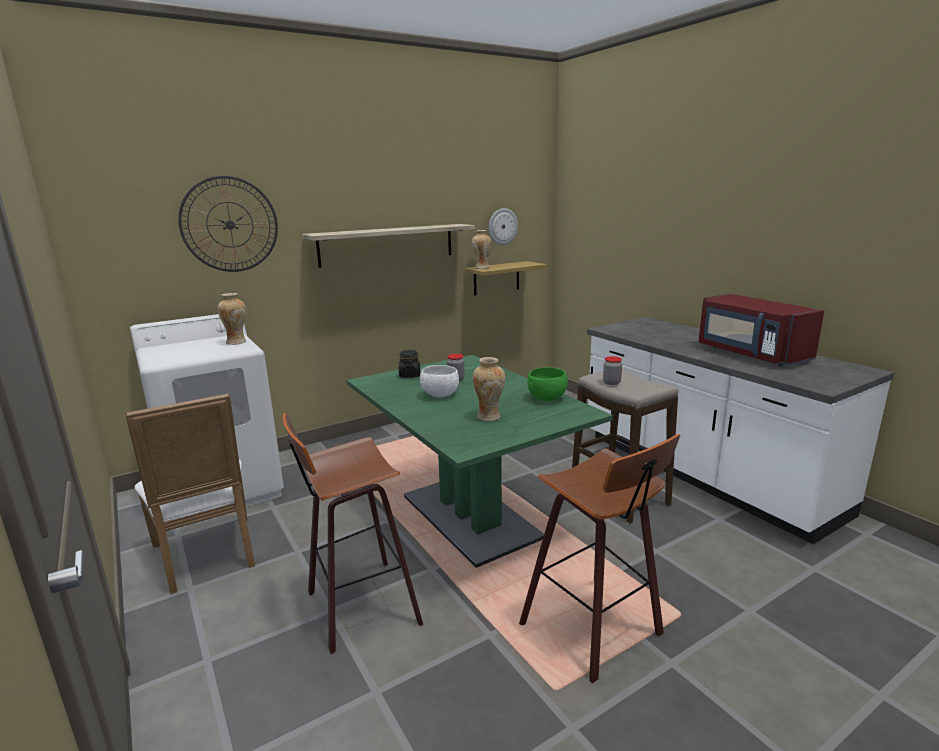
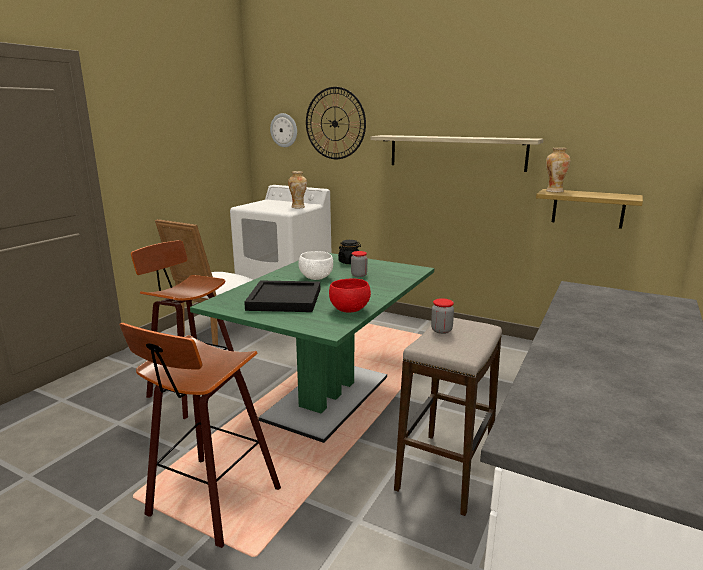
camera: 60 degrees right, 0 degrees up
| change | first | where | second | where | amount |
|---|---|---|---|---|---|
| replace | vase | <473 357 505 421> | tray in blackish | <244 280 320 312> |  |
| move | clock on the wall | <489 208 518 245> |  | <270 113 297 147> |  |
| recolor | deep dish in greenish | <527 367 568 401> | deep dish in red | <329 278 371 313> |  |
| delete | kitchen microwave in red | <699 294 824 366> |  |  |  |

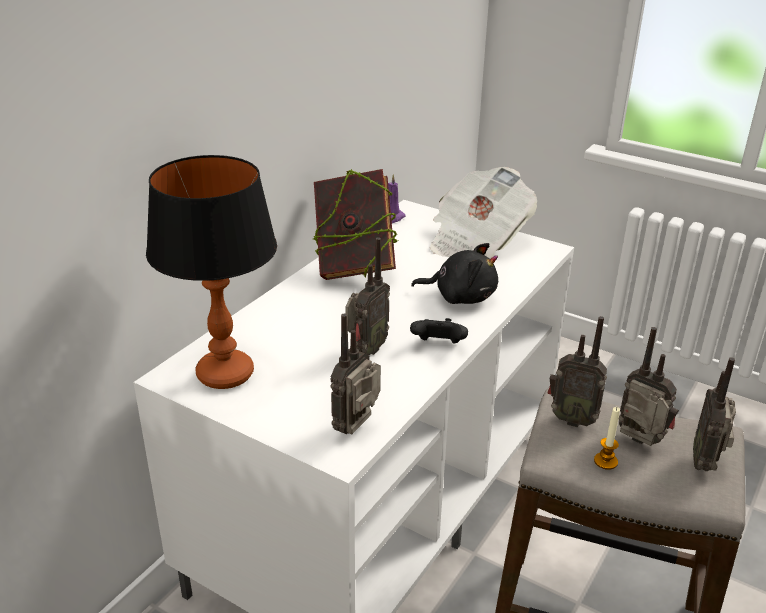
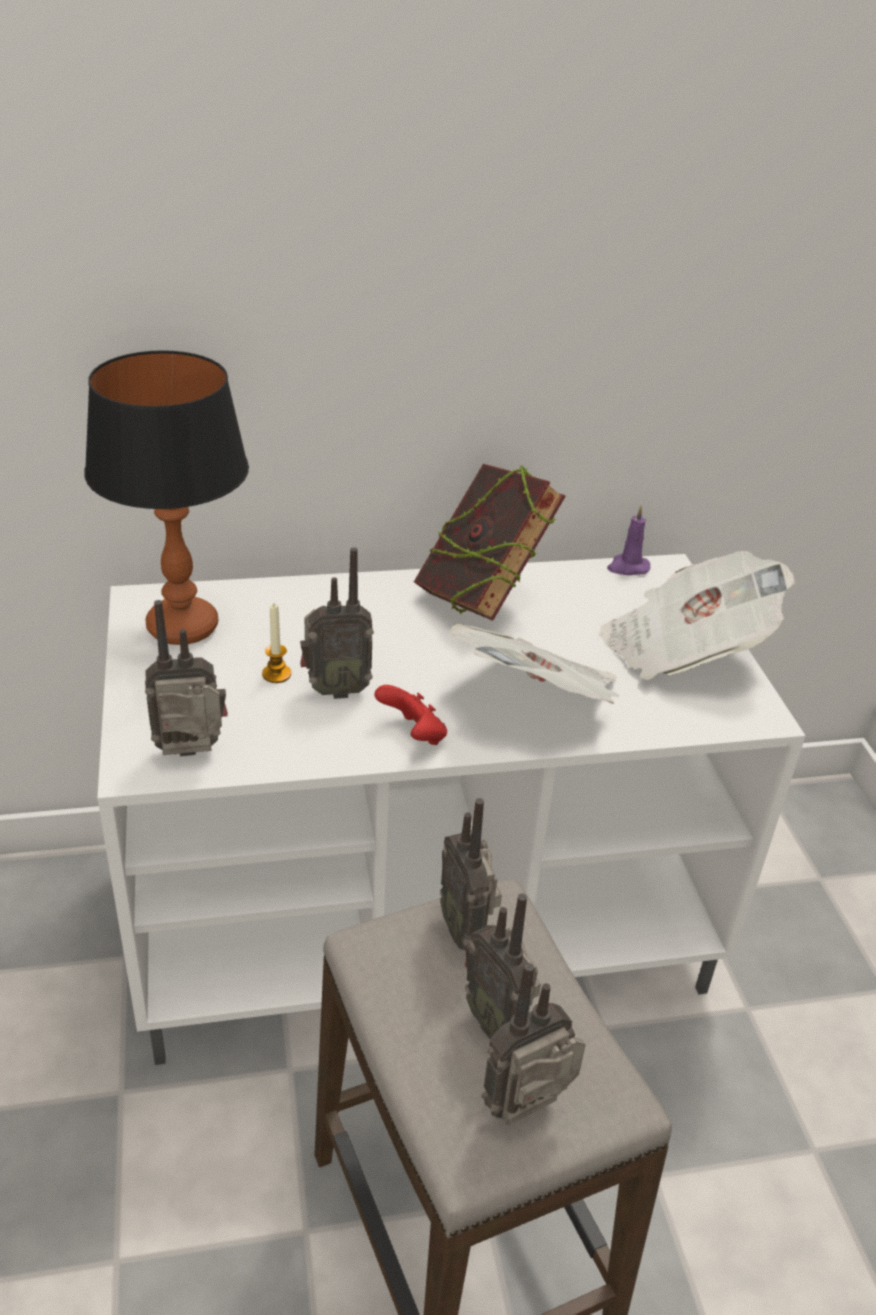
camera: 45 degrees right, 5 degrees up
| change | first | where | second | where | amount |
|---|---|---|---|---|---|
| move | wax light | <594 407 620 470> |  | <262 604 291 683> |  |
| recolor | joypad in blackish | <410 318 468 343> | joypad in red | <375 685 447 745> |  |
| replace | cuddly toy in blackish | <411 243 498 304> | newspaper | <450 624 620 704> |  |
| rotate | radio | <618 327 679 446> |  | <465 893 541 1040> | 150 degrees clockwise |

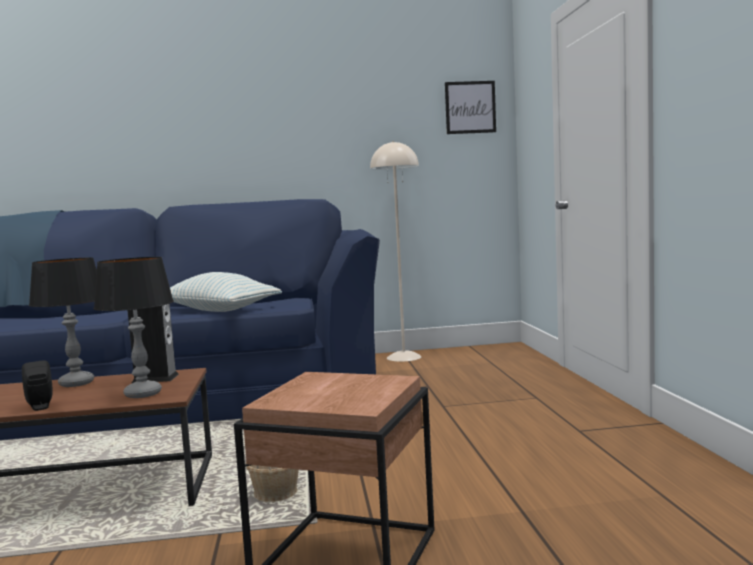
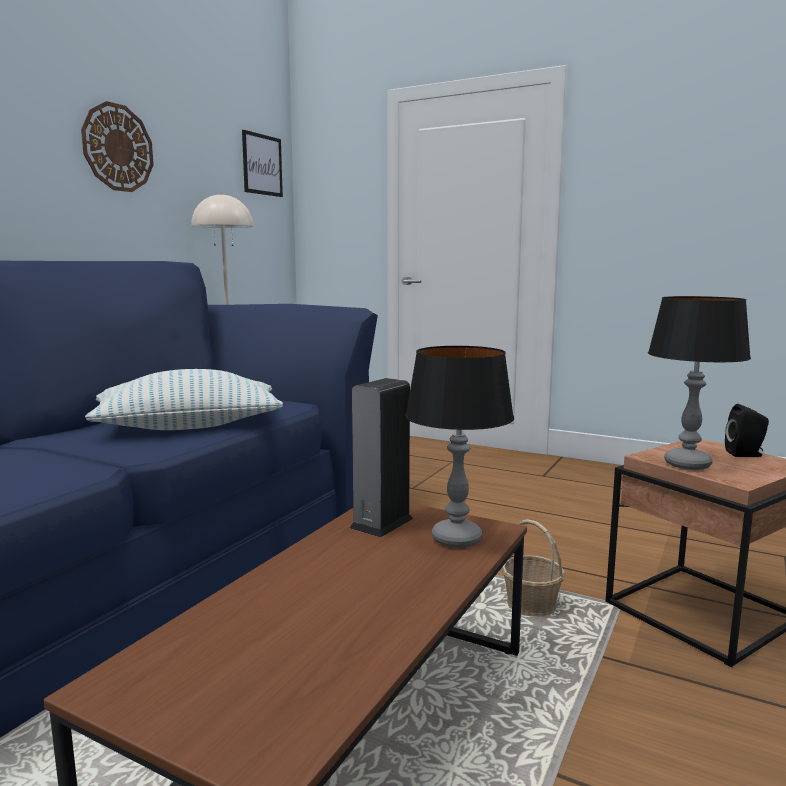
camera: 55 degrees left, 5 degrees up
| change | first | where | second | where | amount |
|---|---|---|---|---|---|
| insert |  |  | clock on the wall | <81 101 154 192> |  |
| move | lamp for a table | <29 258 97 387> |  | <648 296 751 470> |  |
| move | audio speaker in blackish | <22 360 53 411> |  | <725 404 769 457> |  |

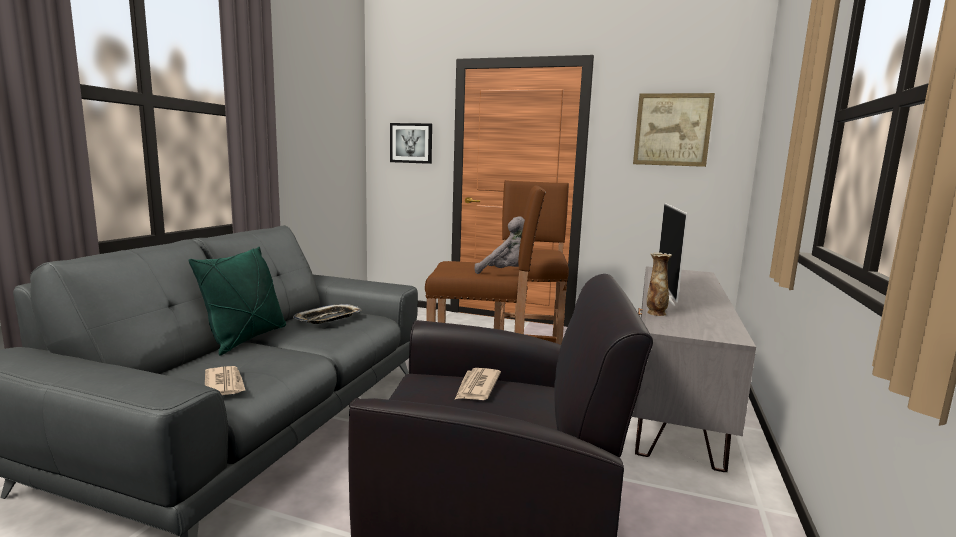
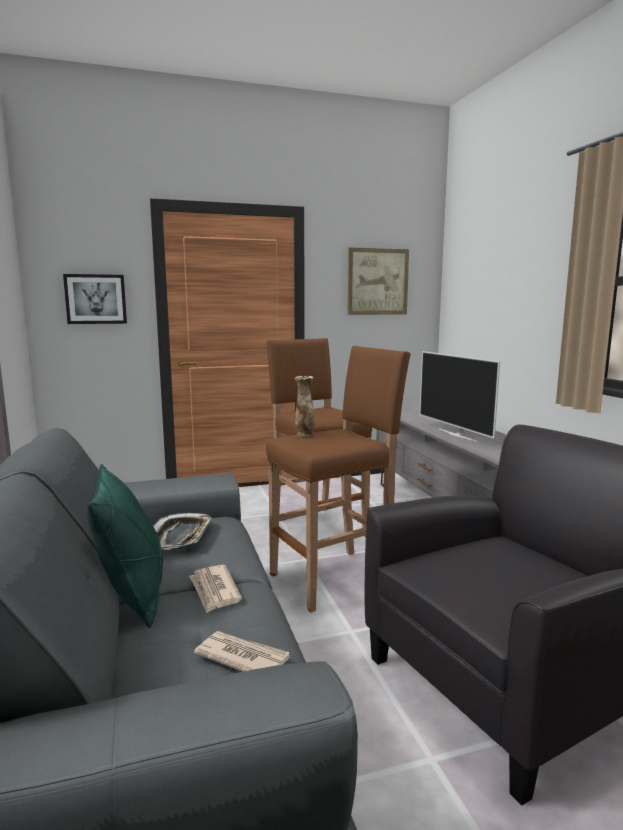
camera: 35 degrees left, 0 degrees up
| change | first | where | second | where | amount |
|---|---|---|---|---|---|
| move | newspaper | <455 368 501 400> |  | <189 565 242 613> |  |
| move | vase | <647 252 672 316> |  | <294 376 315 437> |  |
| delete | cuddly toy in grey | <475 216 525 274> |  |  |  |

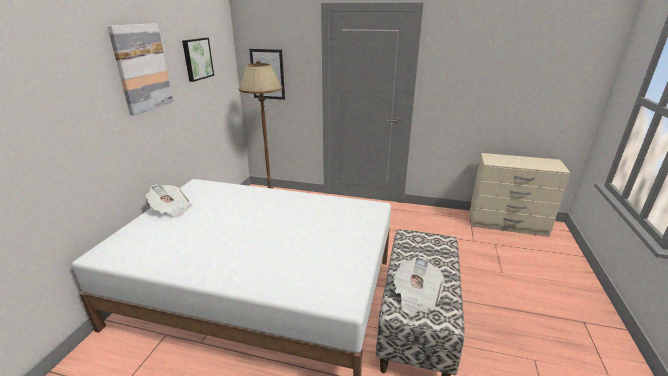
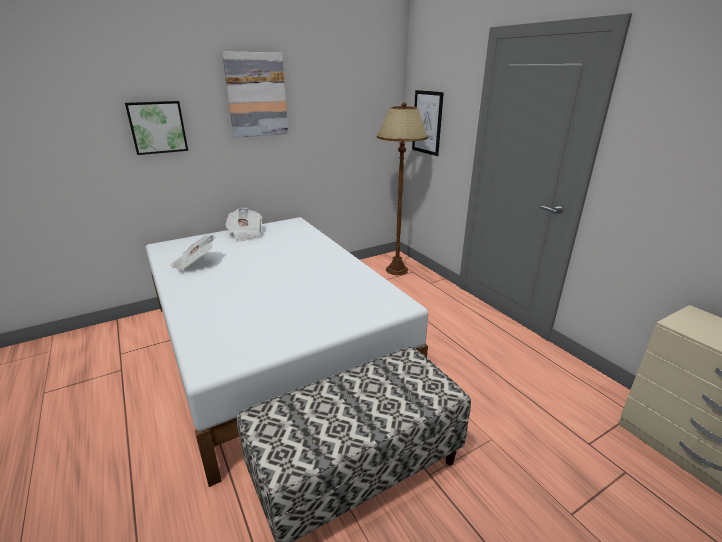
camera: 45 degrees right, 0 degrees up
| change | first | where | second | where | amount |
|---|---|---|---|---|---|
| move | wall art | <182 38 214 82> |  | <125 101 188 155> |  |
| move | newspaper | <393 257 445 313> |  | <170 235 215 271> |  |

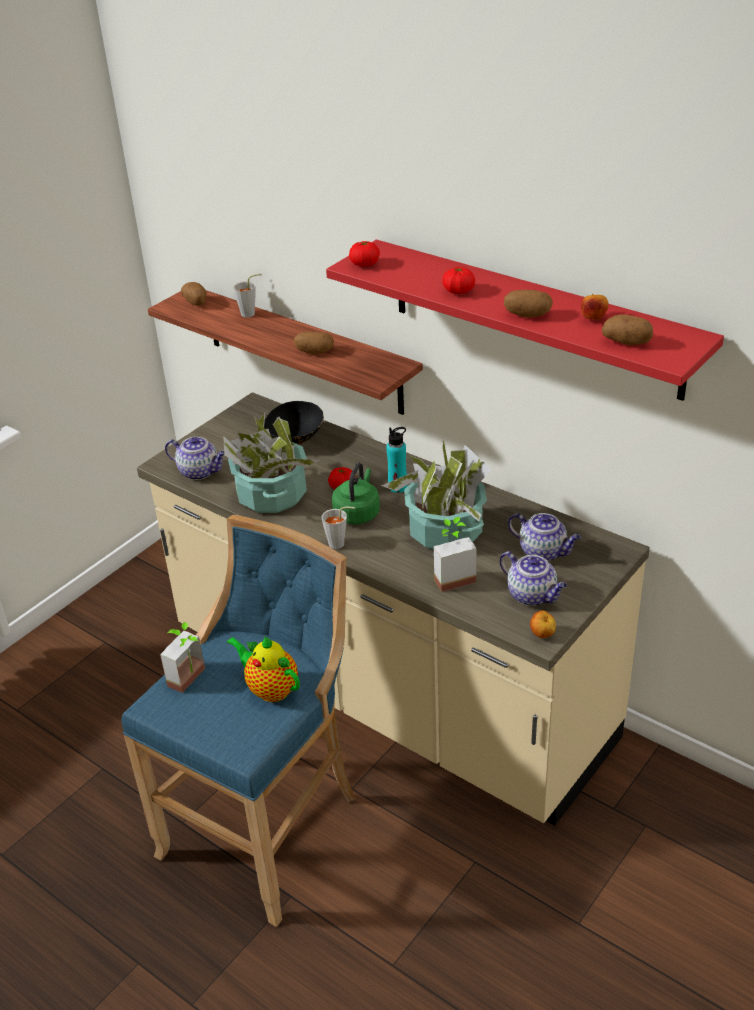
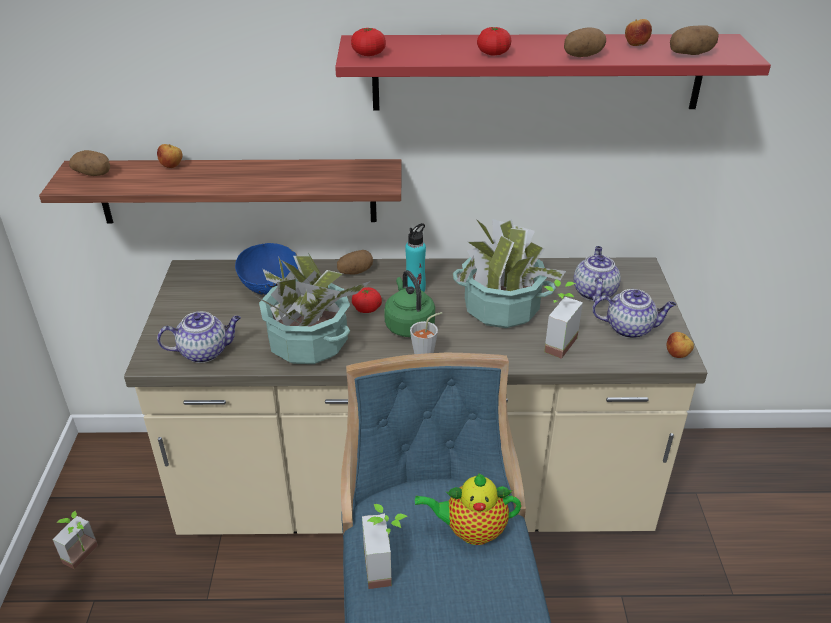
camera: 40 degrees left, 0 degrees up
| change | first | where | second | where | amount |
|---|---|---|---|---|---|
| insert |  |  | plant in a pot | <52 511 98 570> |  |
| replace | drinking cup in grey | <233 274 261 318> | apple fruit | <157 144 182 168> |  |
| recolor | deep dish in blackish | <264 401 324 445> | deep dish in blue | <235 243 298 295> |  |
| move | whole potato | <294 332 334 354> |  | <337 250 373 275> |  |
| rotate | pot for tea | <508 513 581 561> |  | <574 246 621 302> | 75 degrees counterclockwise |

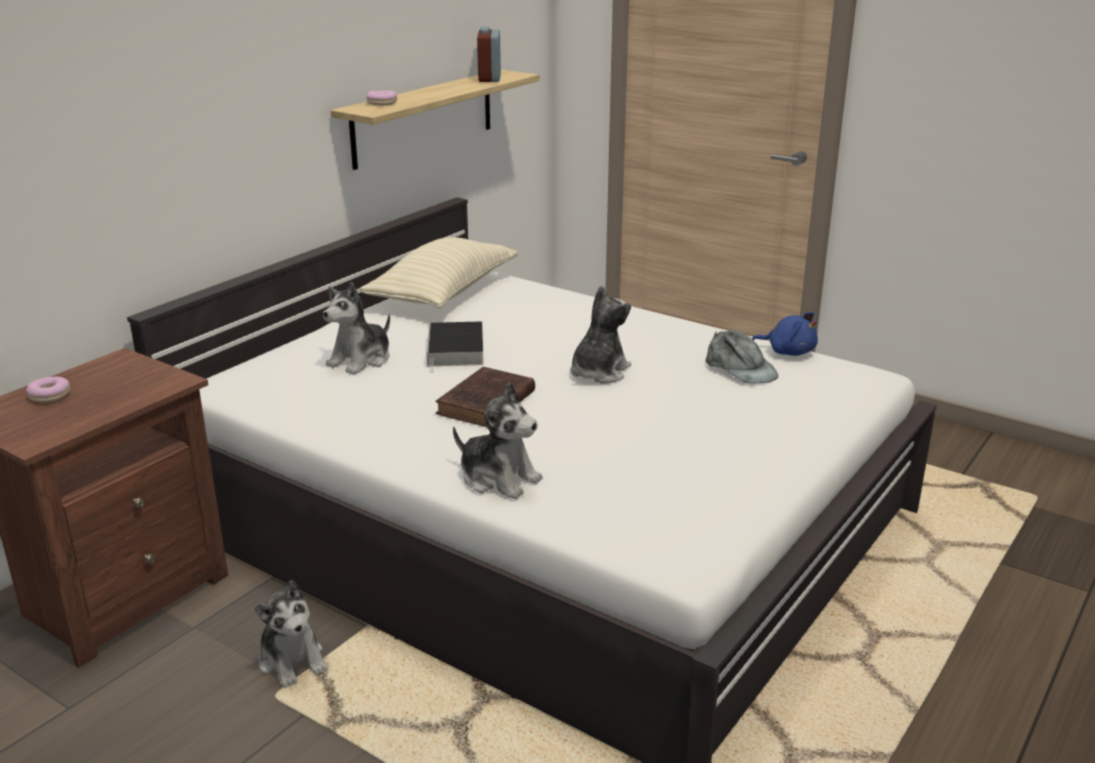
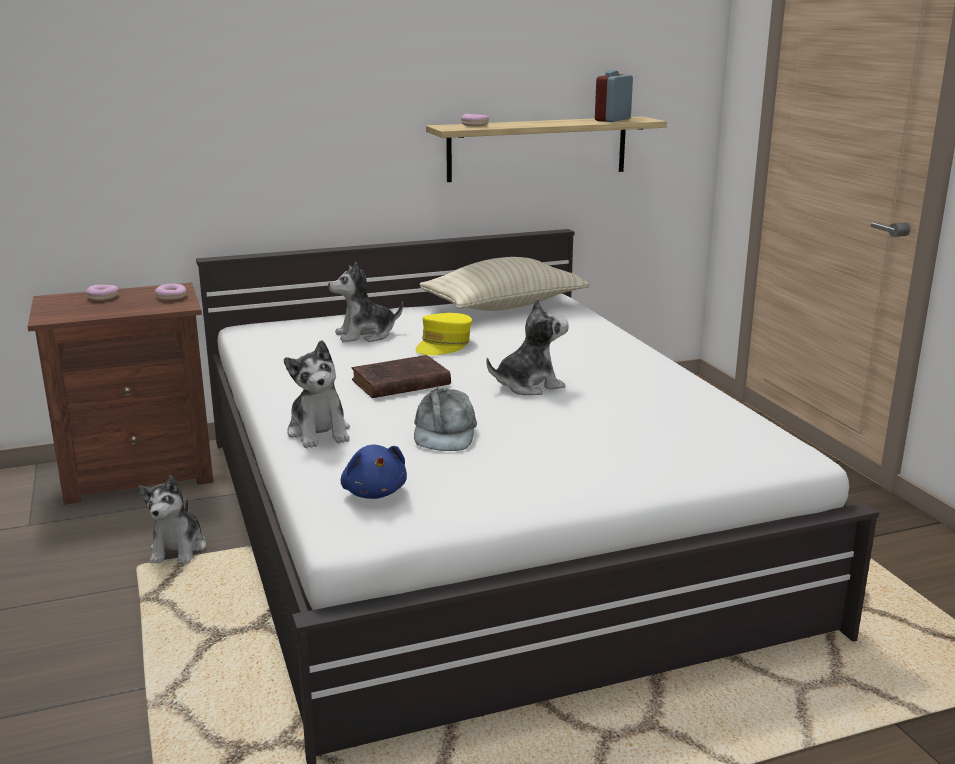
camera: 35 degrees right, 5 degrees down
| change | first | where | second | where | amount |
|---|---|---|---|---|---|
| insert |  |  | donut | <155 284 187 300> |  |
| move | cuddly toy in blue | <752 312 818 356> |  | <341 445 407 499> |  |
| move | baseball cap in grey | <705 330 779 384> |  | <414 388 477 451> |  |
| replace | bound book | <427 321 484 373> | baseball cap in yellowish | <415 313 472 355> |  |

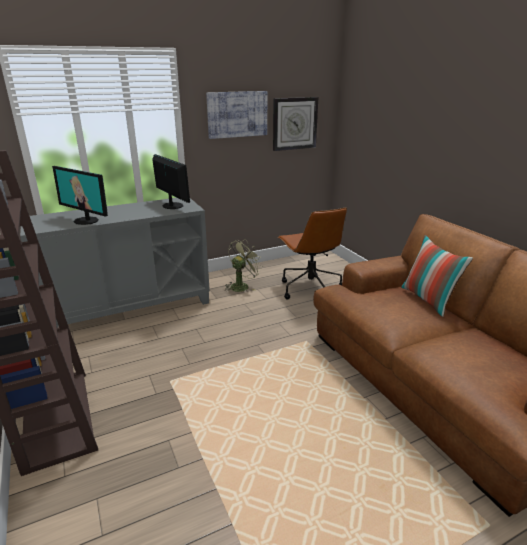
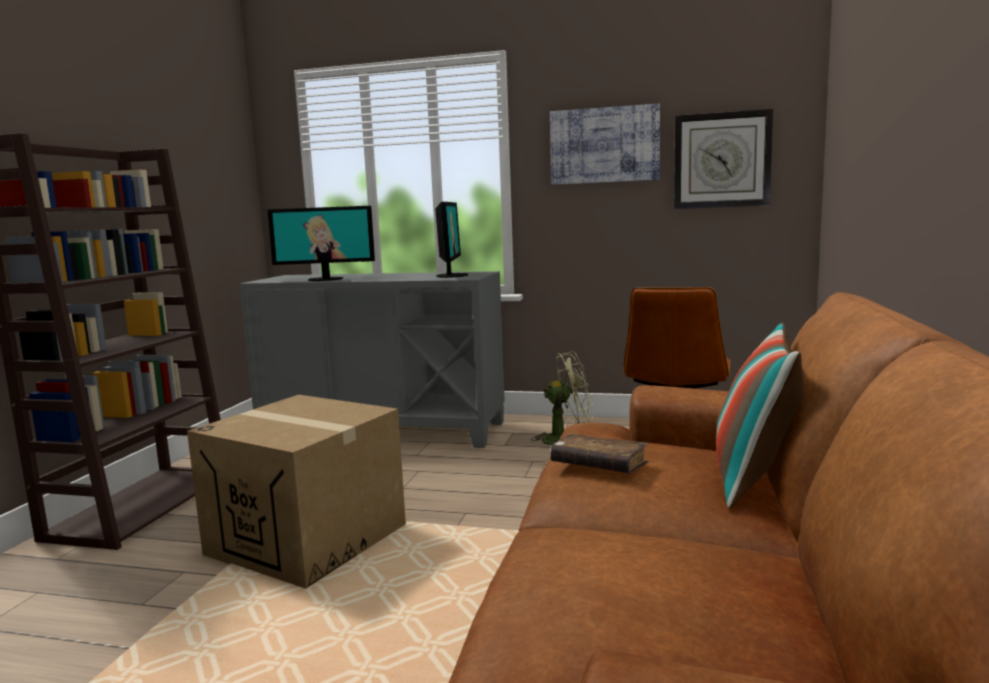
camera: 40 degrees right, 15 degrees down
| change | first | where | second | where | amount |
|---|---|---|---|---|---|
| insert |  |  | carton | <187 395 406 589> |  |
| rotate | computer screen | <52 166 108 225> |  | <268 206 375 281> | 75 degrees counterclockwise |
| insert |  |  | bound book in brown | <551 433 649 474> |  |

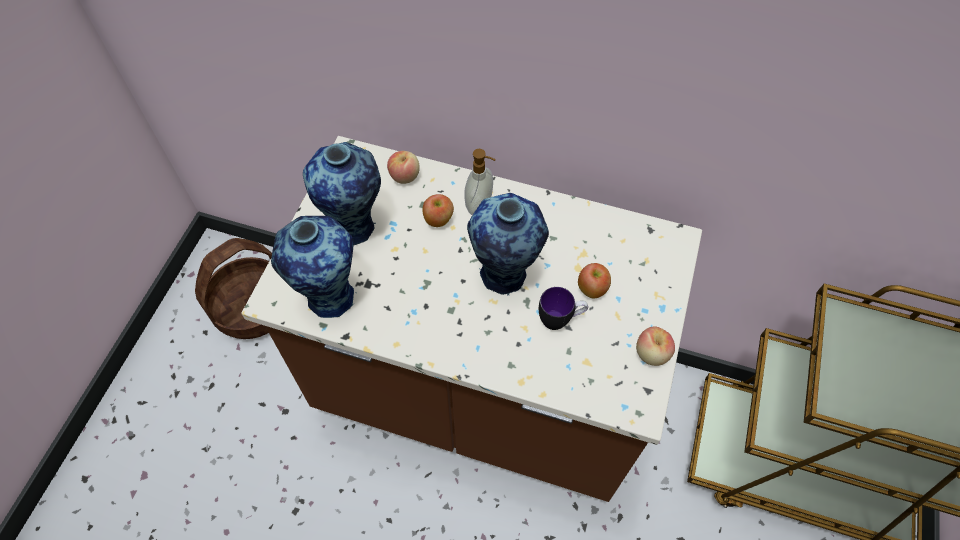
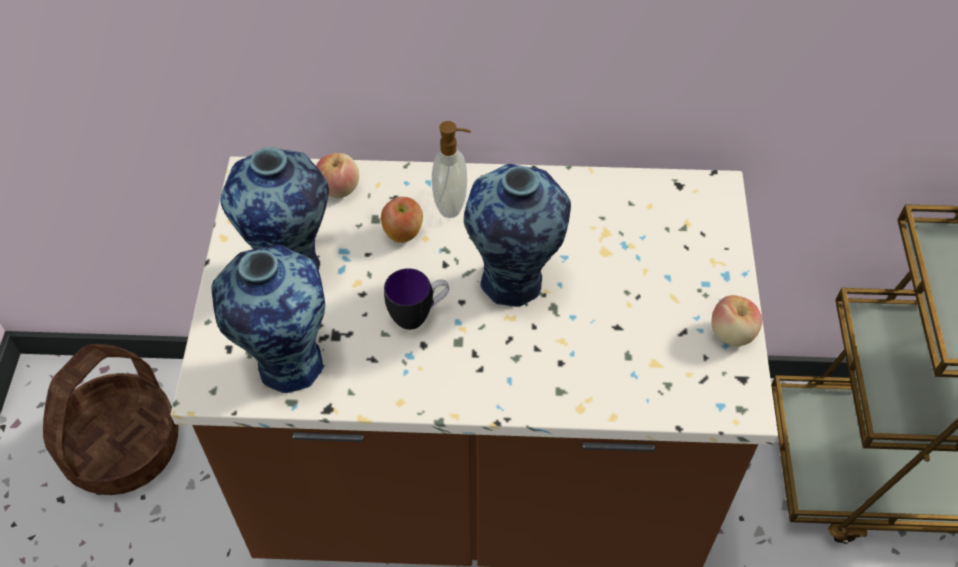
camera: 15 degrees left, 5 degrees down
| change | first | where | second | where | amount |
|---|---|---|---|---|---|
| move | mug | <539 287 588 330> |  | <384 268 449 330> |  |
| delete | apple fruit | <578 263 611 299> |  |  |  |

